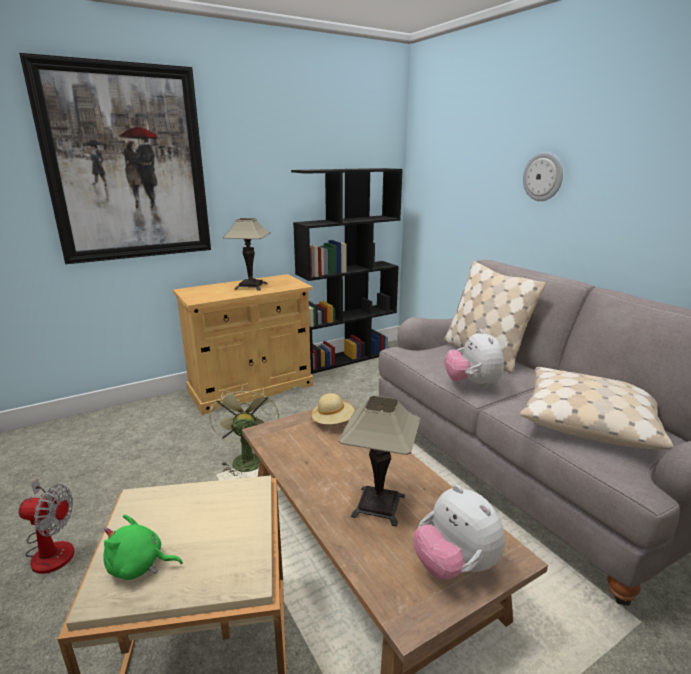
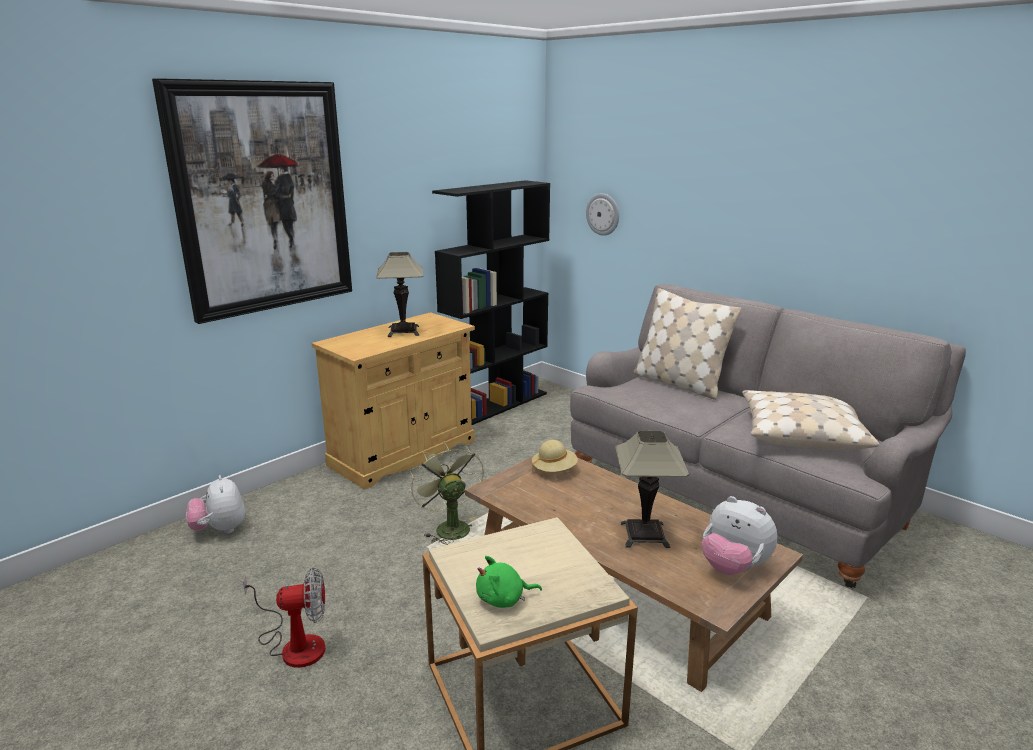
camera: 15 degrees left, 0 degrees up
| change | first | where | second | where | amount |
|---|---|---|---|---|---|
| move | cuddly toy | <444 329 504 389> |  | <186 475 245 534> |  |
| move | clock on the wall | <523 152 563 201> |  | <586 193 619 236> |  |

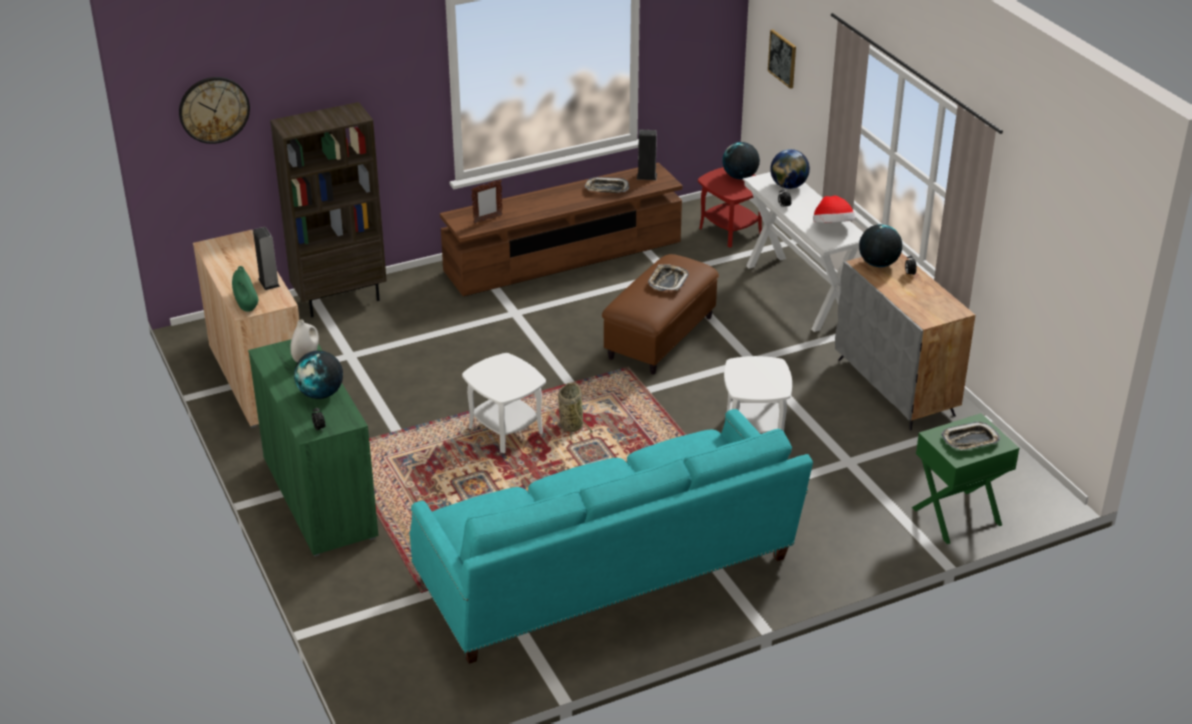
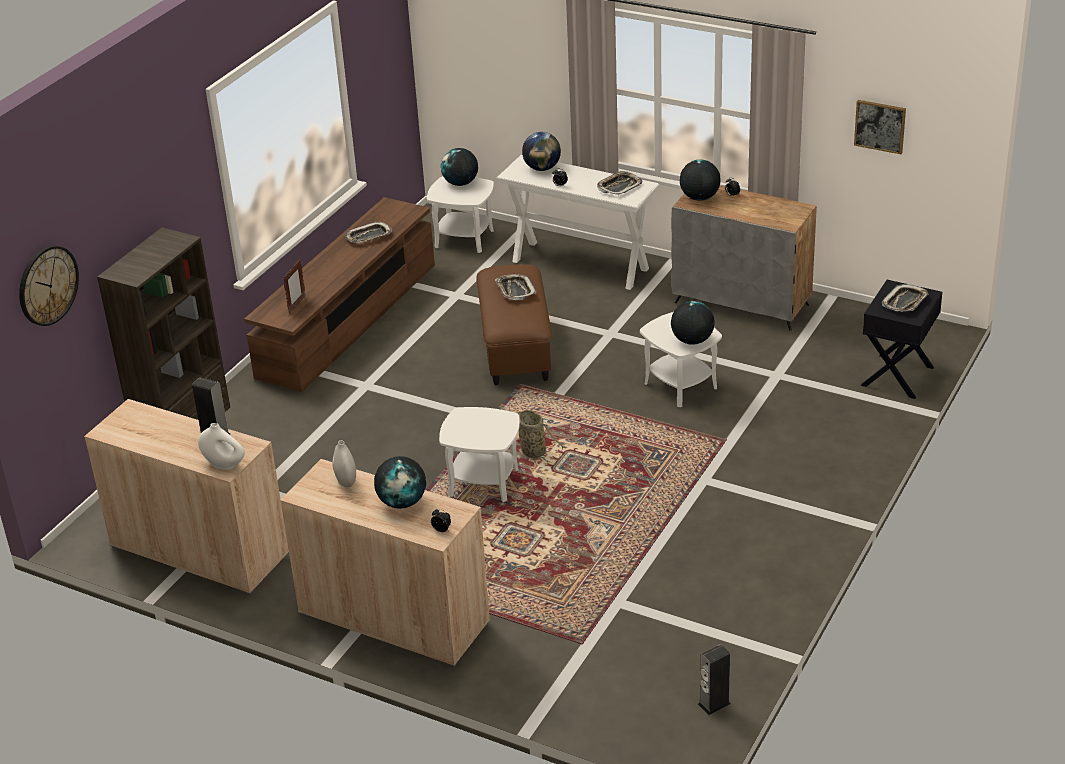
camera: 35 degrees left, 0 degrees up
| change | first | where | second | where | amount |
|---|---|---|---|---|---|
| recolor | vase in greenish | <232 266 258 312> | vase in whitish | <198 423 245 470> |  |
| recolor | cupboard in greenish | <248 339 379 557> | cupboard in sand-coloured | <280 459 490 667> |  |
| recolor | accent table in red | <698 167 762 247> | accent table in whitish | <427 176 494 253> |  |
| replace | hat | <813 196 855 223> | tray | <597 171 642 195> |  |
| insert |  |  | desk globe | <671 301 715 345> |  |
| move | audio speaker | <637 130 657 180> |  | <698 644 731 715> |  |
| move | wall art | <768 30 796 89> |  | <854 100 906 154> |  |
| recolor | bedside table in greenish | <912 413 1019 544> | bedside table in blackish | <860 280 942 399> |  |
| delete | sofa in turquoise-coloured | <410 409 813 664> |  |  |  |

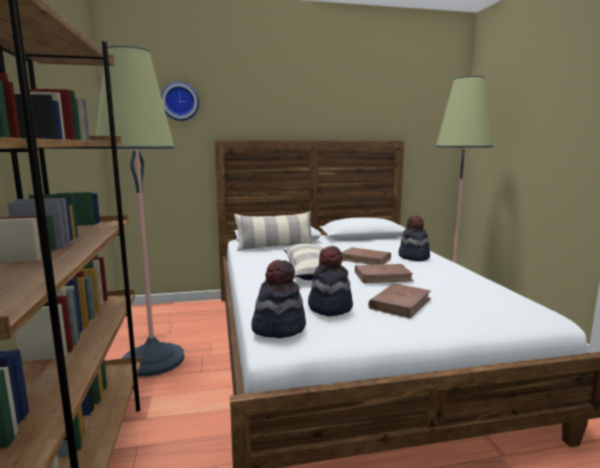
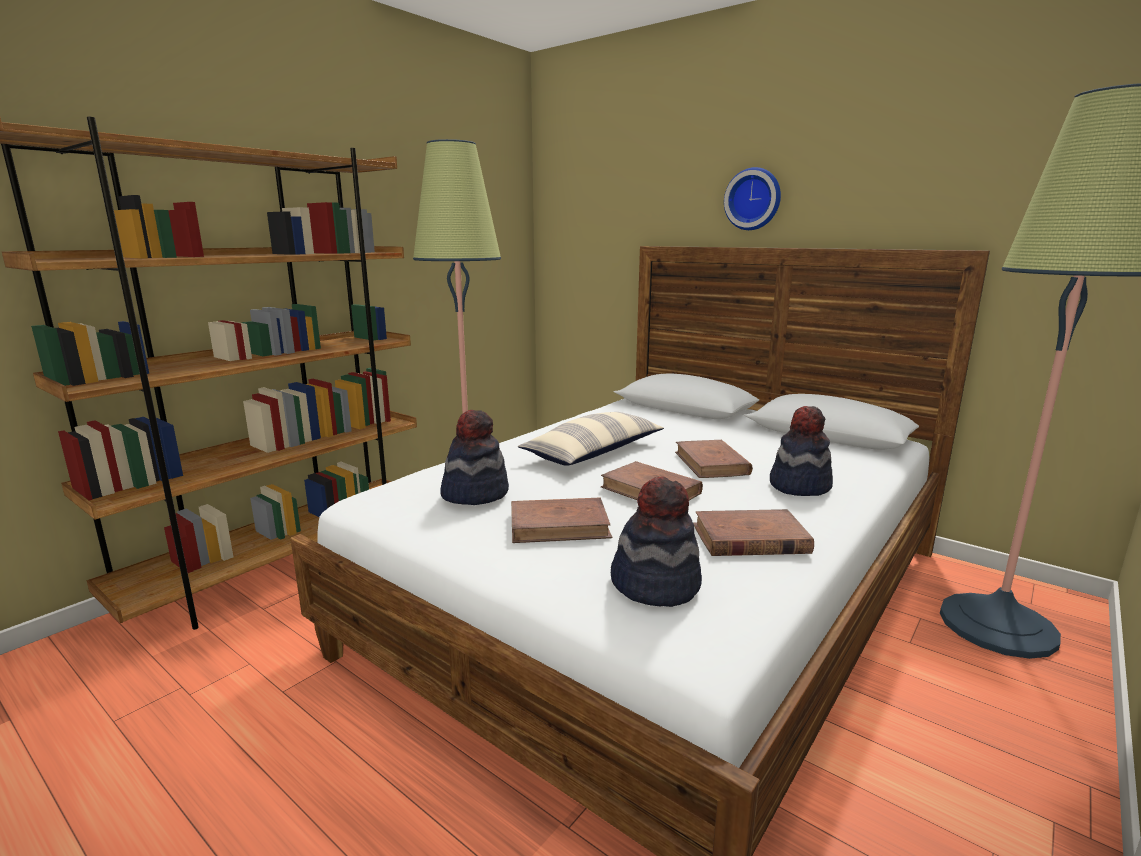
camera: 50 degrees right, 5 degrees up
| change | first | where | second | where | amount |
|---|---|---|---|---|---|
| move | hat | <251 260 306 338> |  | <611 477 702 607> |  |
| insert |  |  | bound book in brown | <693 509 814 556> |  |
| move | clock on the wall | <161 82 199 121> |  | <724 167 781 230> |  |
| delete | throw pillow | <234 211 314 251> |  |  |  |

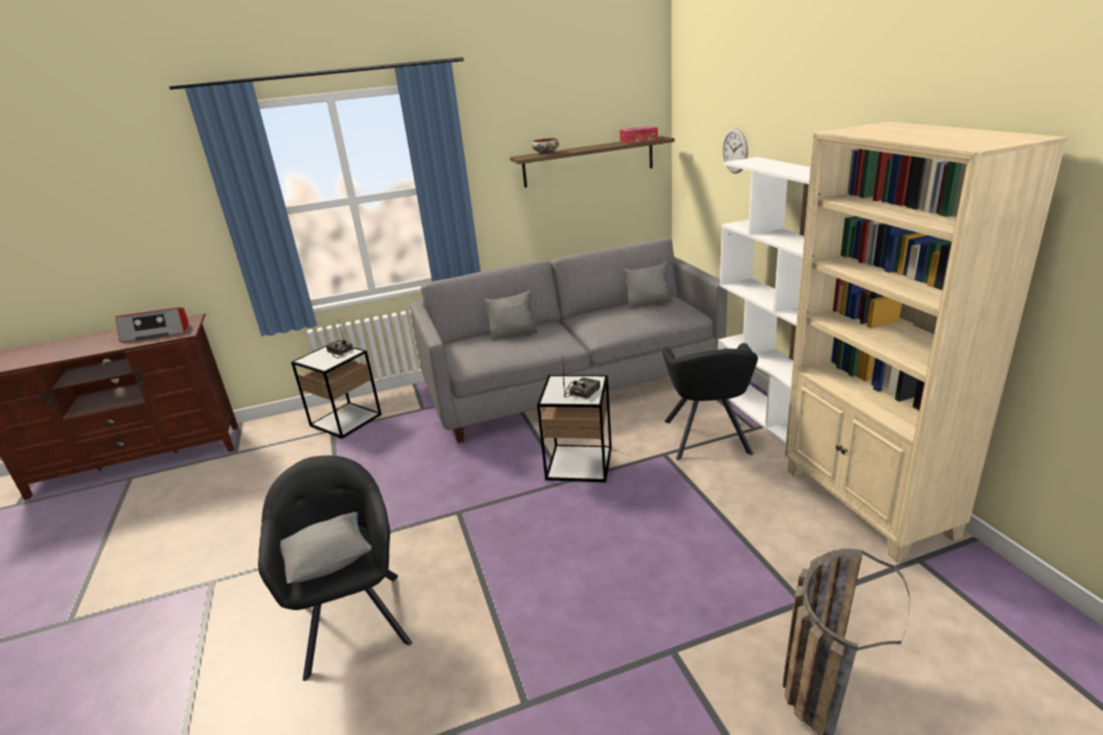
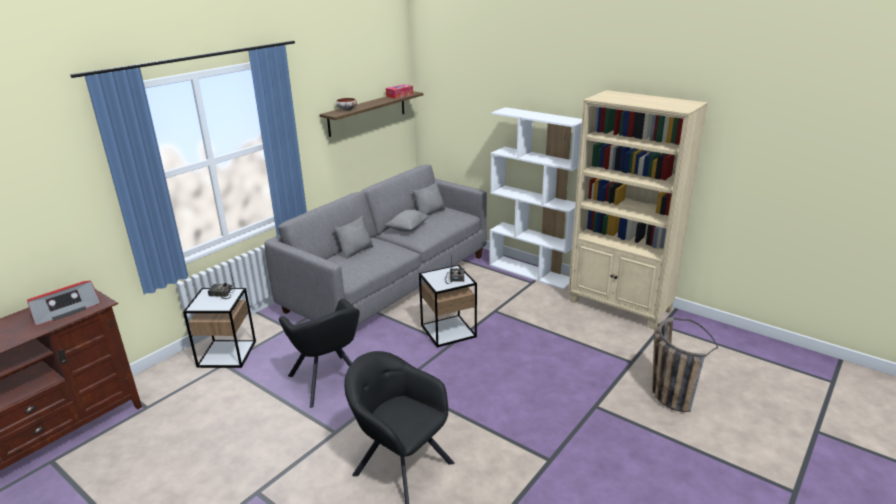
camera: 35 degrees left, 0 degrees up
| change | first | where | second | where | amount |
|---|---|---|---|---|---|
| move | easy chair in blackish | <662 343 758 460> |  | <279 299 360 408> |  |
| move | throw pillow in grey | <280 512 372 584> |  | <385 210 429 232> |  |
| delete | clock on the wall | <723 128 748 174> |  |  |  |

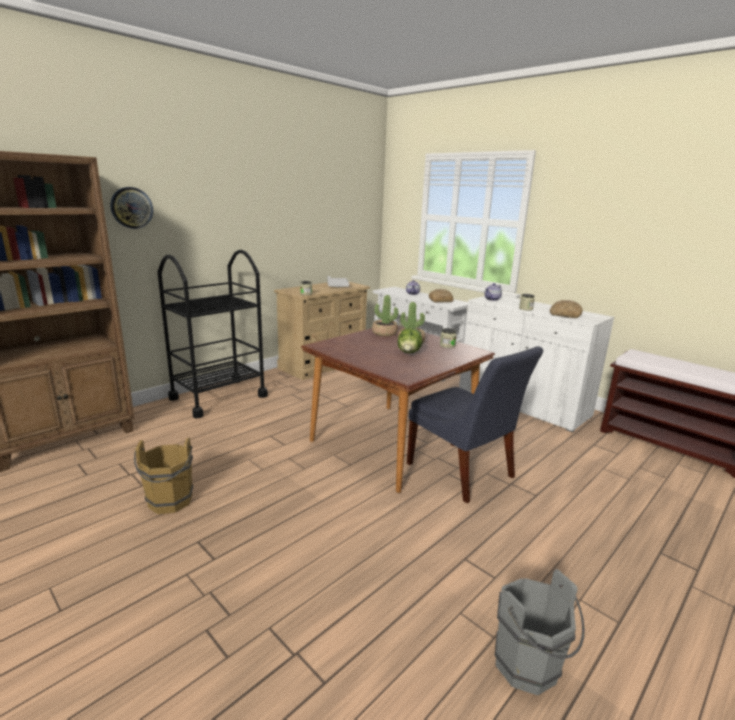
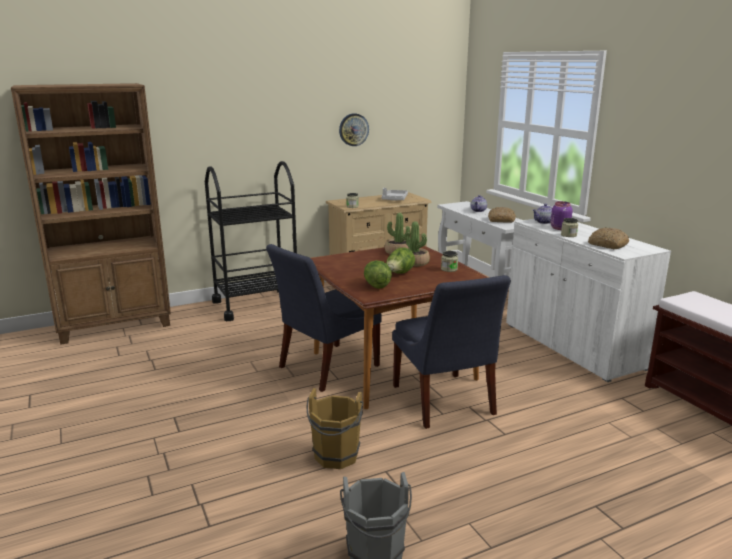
camera: 20 degrees right, 0 degrees up
| change | first | where | second | where | amount |
|---|---|---|---|---|---|
| insert |  |  | plain chair in blue | <266 244 382 392> |  |
| move | water bucket in brown | <134 437 193 514> |  | <306 388 363 469> |  |
| move | clock on the wall | <111 187 153 229> |  | <339 113 369 146> |  |
| insert |  |  | head of lettuce | <364 260 392 289> |  |
| insert |  |  | jar in purple-coloured | <551 201 573 230> |  |

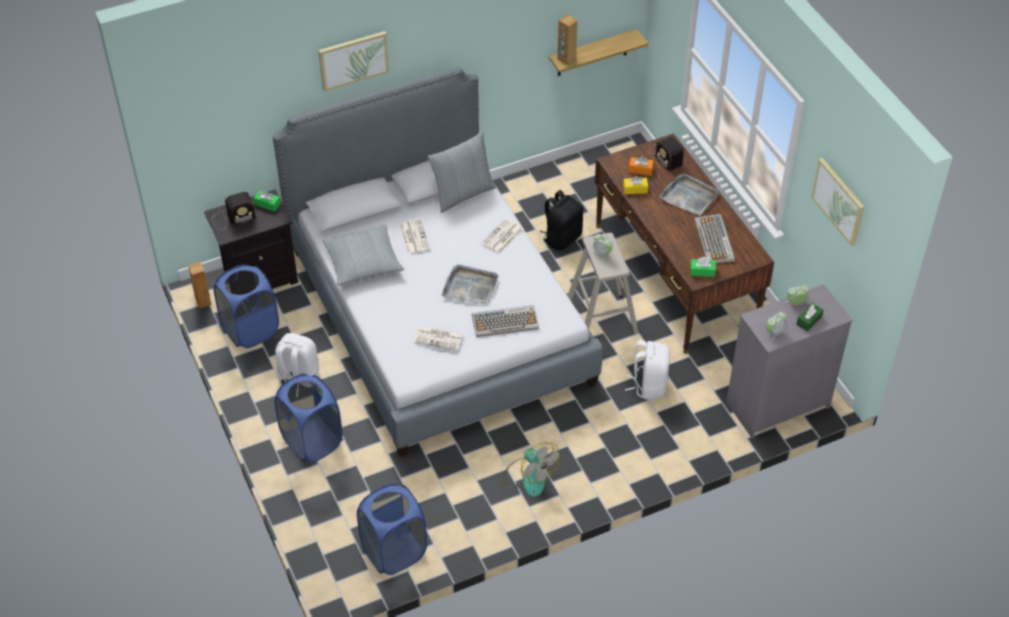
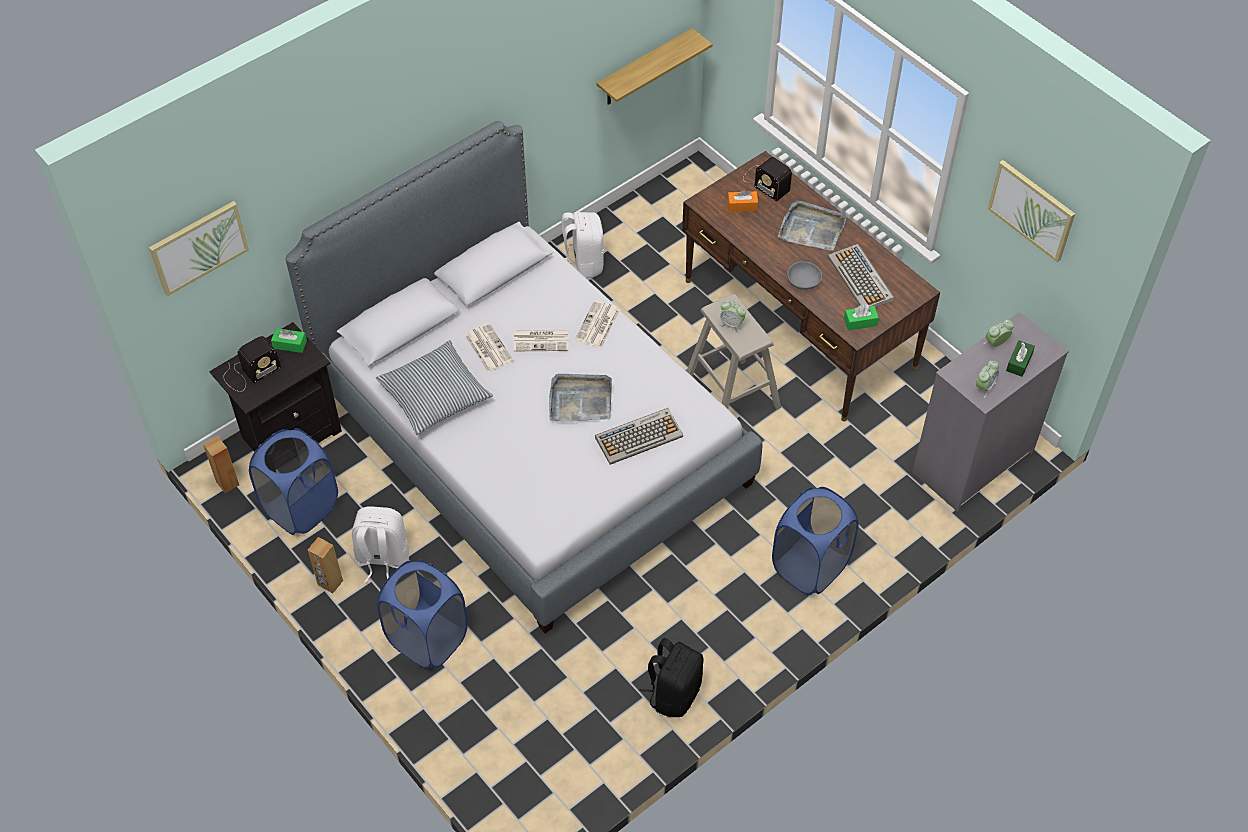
camera: 15 degrees left, 5 degrees up
| change | first | where | second | where | amount |
|---|---|---|---|---|---|
| move | wall art | <319 31 389 91> |  | <149 201 249 296> |  |
| move | audio speaker in brown | <557 14 577 65> |  | <308 537 343 593> |  |
| move | newspaper | <414 326 463 351> |  | <514 330 568 351> |  |
| move | knapsack in whitish | <625 340 670 400> |  | <561 212 604 279> |  |
| move | knapsack in blackish | <540 190 583 250> |  | <639 638 703 717> |  |
| move | hamper in blue | <357 484 427 575> |  | <772 487 859 595> |  |
| insert |  |  | deep dish in grey | <787 262 822 290> |  |
| delete | throw pillow | <428 131 496 213> |  |  |  |
| delete | cooling fan | <502 442 560 497> |  |  |  |
| delete | tissue box in yellowish | <623 176 648 194> |  |  |  |

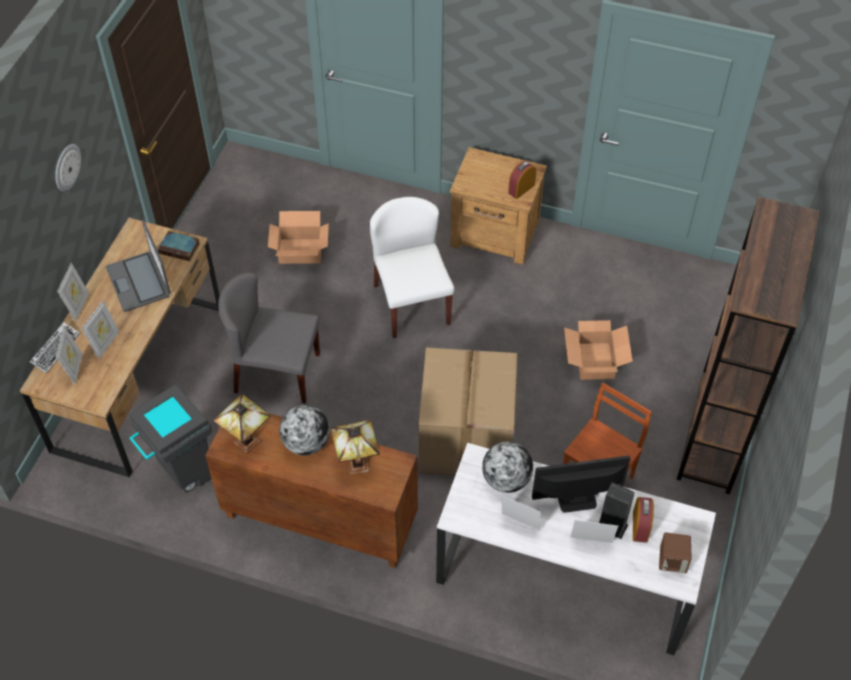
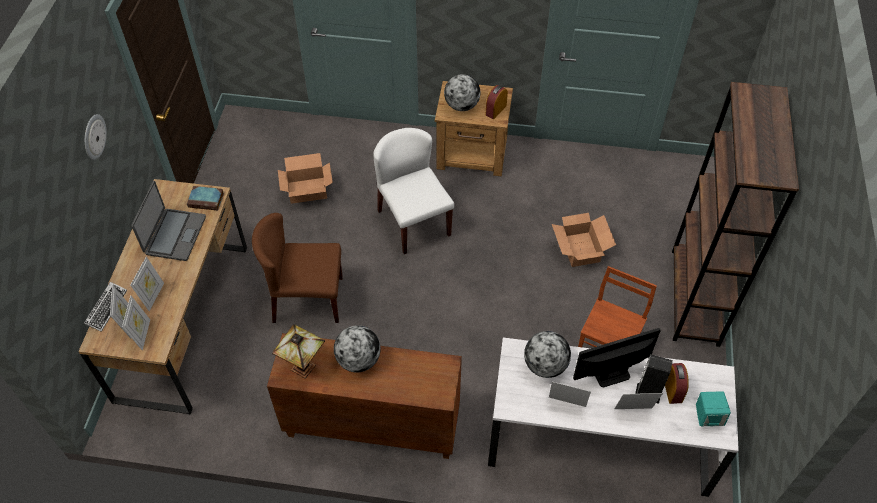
camera: 10 degrees left, 0 degrees up
| change | first | where | second | where | amount |
|---|---|---|---|---|---|
| move | picture frame | <57 263 89 321> |  | <122 295 150 351> |  |
| rotate | notebook computer | <106 220 170 312> |  | <131 181 206 261> | 135 degrees counterclockwise |
| recolor | plain chair in grey | <218 272 320 403> | plain chair in brown | <252 213 343 323> |  |
| insert |  |  | desk globe | <444 74 480 111> |  |
| recolor | audio speaker in brown | <659 532 691 573> | audio speaker in turquoise-coloured | <696 391 731 426> |  |
| delete | waste bin in grey | <129 384 212 492> |  |  |  |
| delete | lamp for a table | <330 420 380 475> |  |  |  |
| delete | carton | <419 347 517 475> |  |  |  |

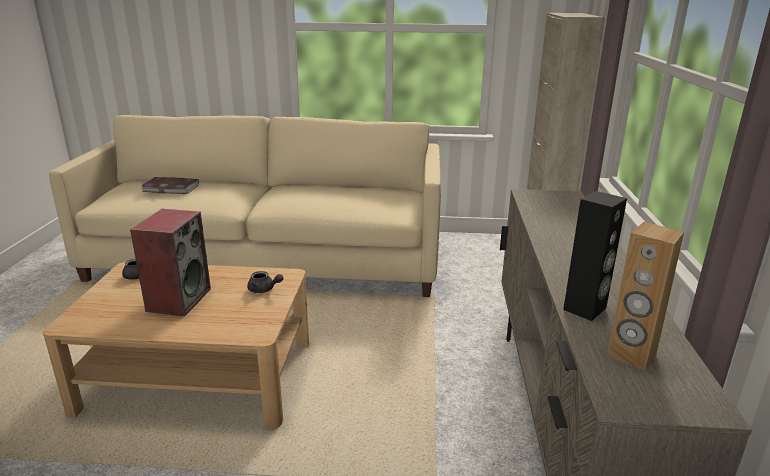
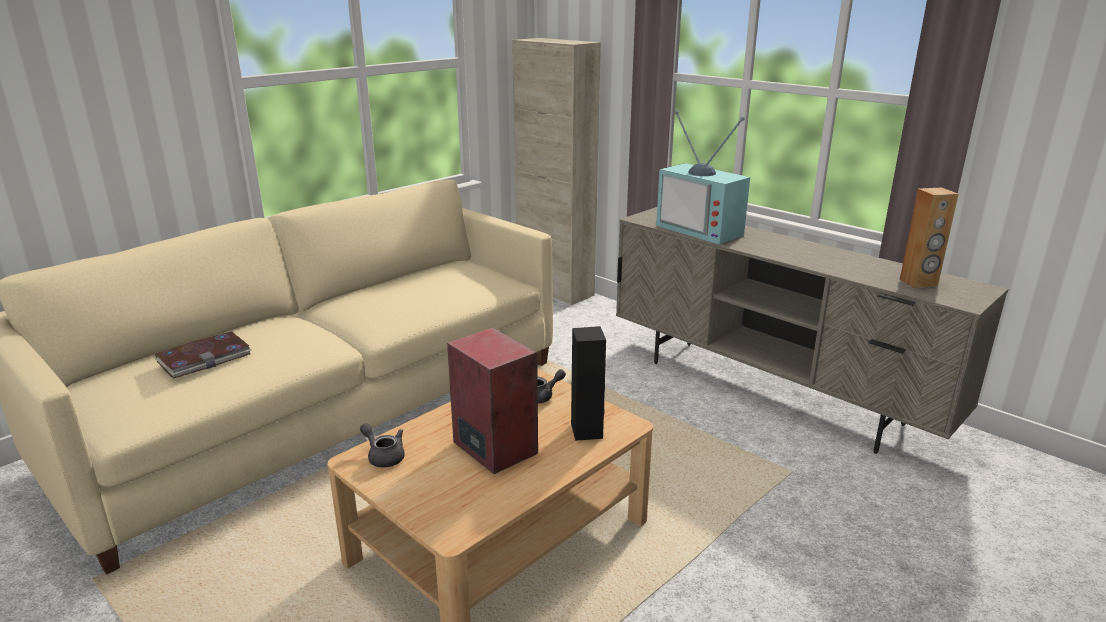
camera: 50 degrees left, 0 degrees up
| change | first | where | second | where | amount |
|---|---|---|---|---|---|
| move | audio speaker in blackish | <563 191 627 321> |  | <571 326 606 441> |  |
| insert |  |  | television | <656 110 750 245> |  |

